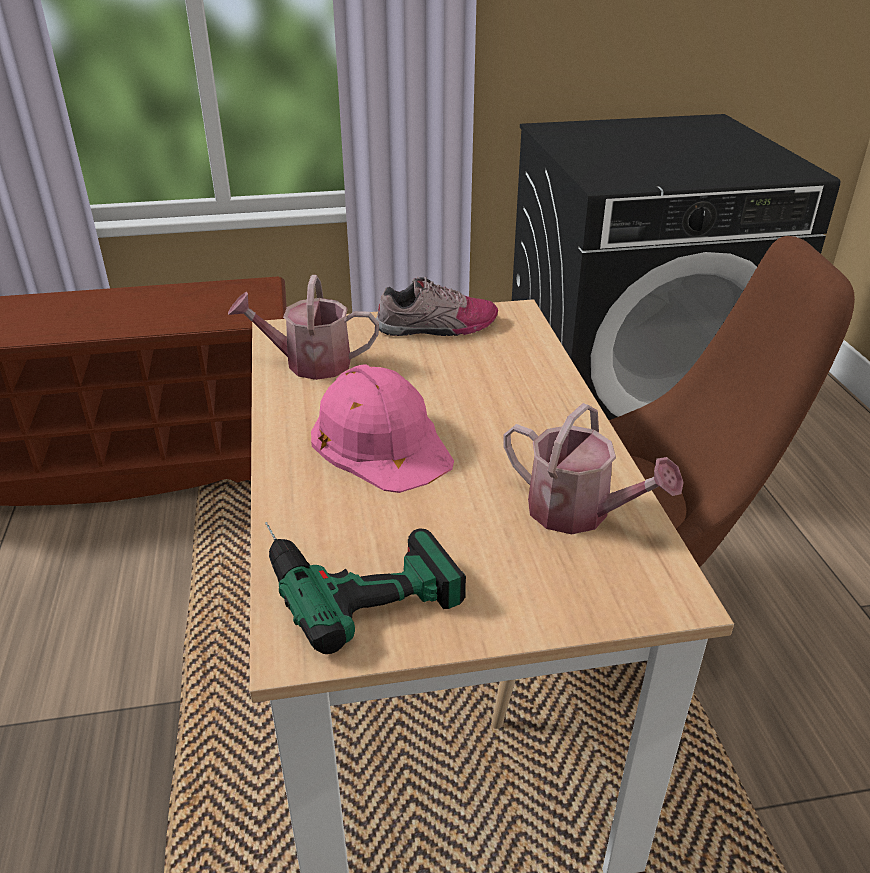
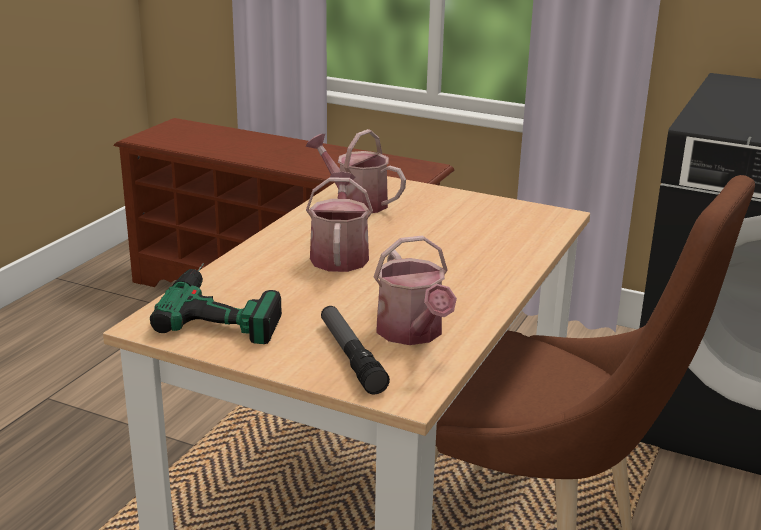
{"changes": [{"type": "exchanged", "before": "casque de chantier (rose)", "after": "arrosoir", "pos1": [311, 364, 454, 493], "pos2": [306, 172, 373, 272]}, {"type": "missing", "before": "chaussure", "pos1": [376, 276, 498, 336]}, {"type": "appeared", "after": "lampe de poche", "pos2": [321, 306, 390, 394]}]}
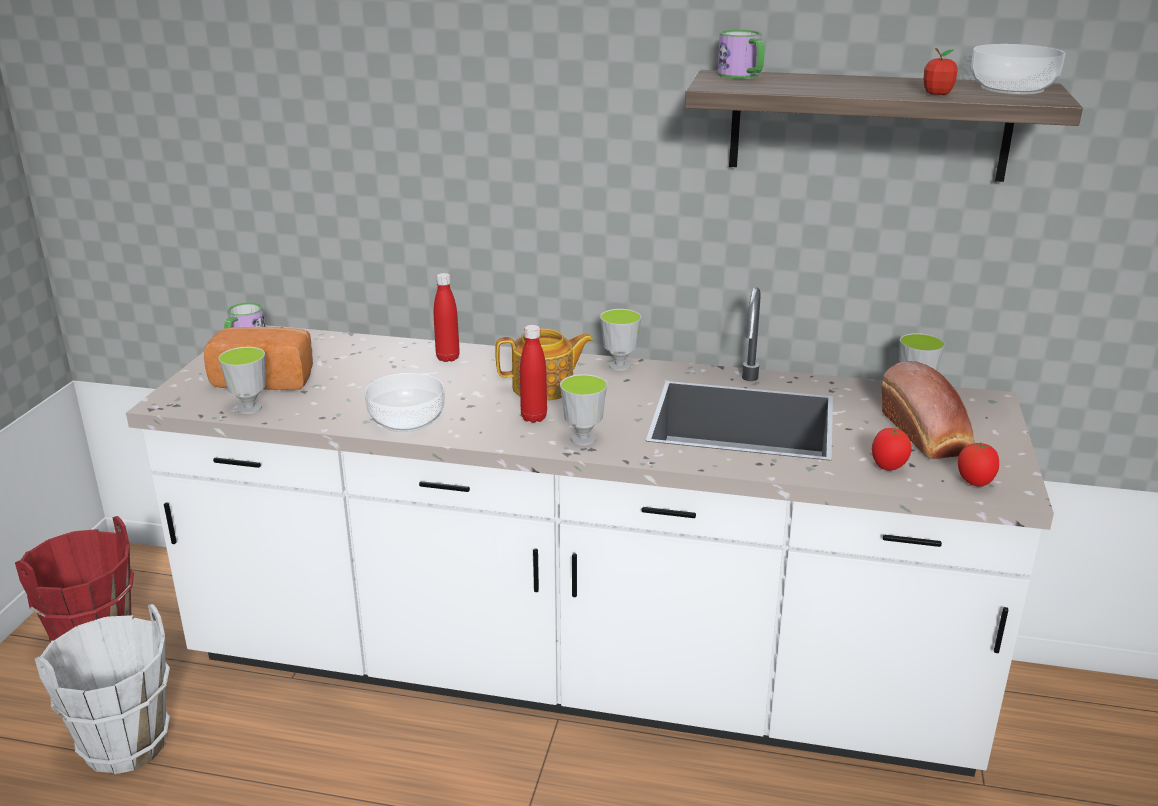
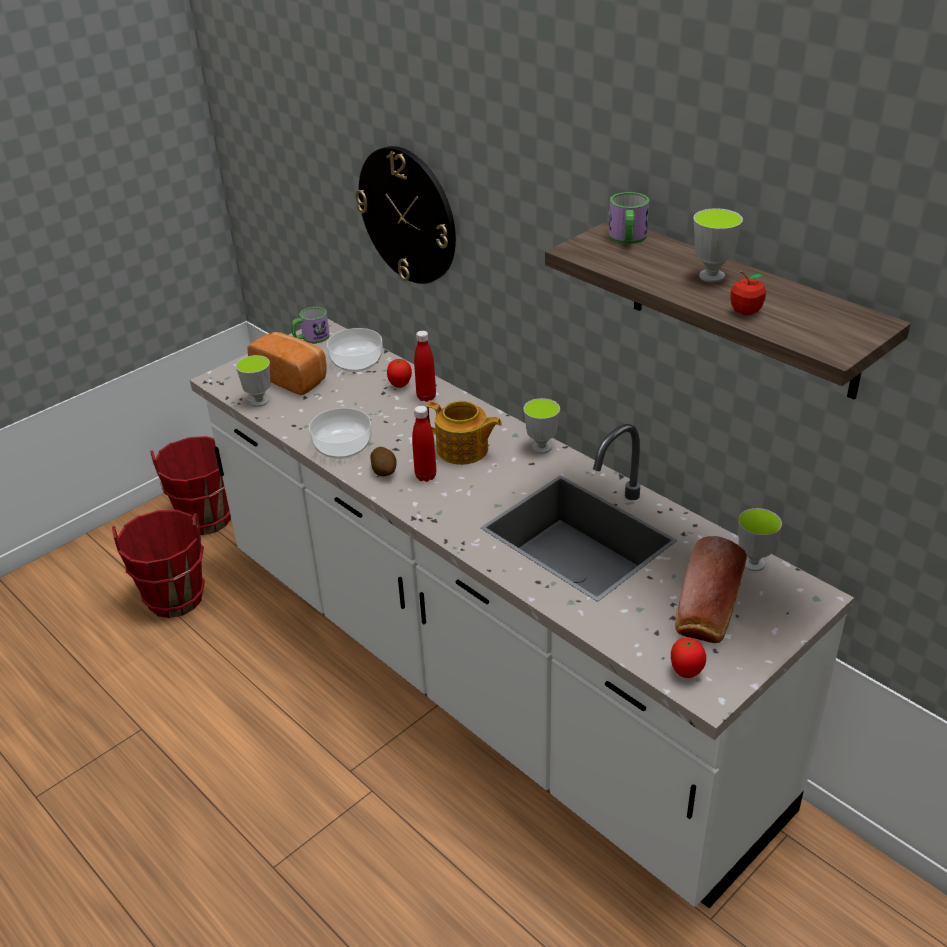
{"changes": [{"type": "colour", "before": "seau (blanc)", "after": "seau (rouge)", "pos1": [35, 604, 170, 774], "pos2": [112, 510, 205, 618]}, {"type": "relocated", "before": "tasse", "pos1": [560, 374, 607, 445], "pos2": [693, 208, 743, 282]}, {"type": "relocated", "before": "tomate", "pos1": [872, 428, 912, 471], "pos2": [387, 359, 412, 388]}, {"type": "relocated", "before": "bol", "pos1": [971, 44, 1065, 95], "pos2": [327, 328, 383, 372]}, {"type": "appeared", "after": "horloge murale", "pos2": [356, 146, 456, 284]}, {"type": "appeared", "after": "pomme de terre", "pos2": [370, 447, 397, 476]}]}
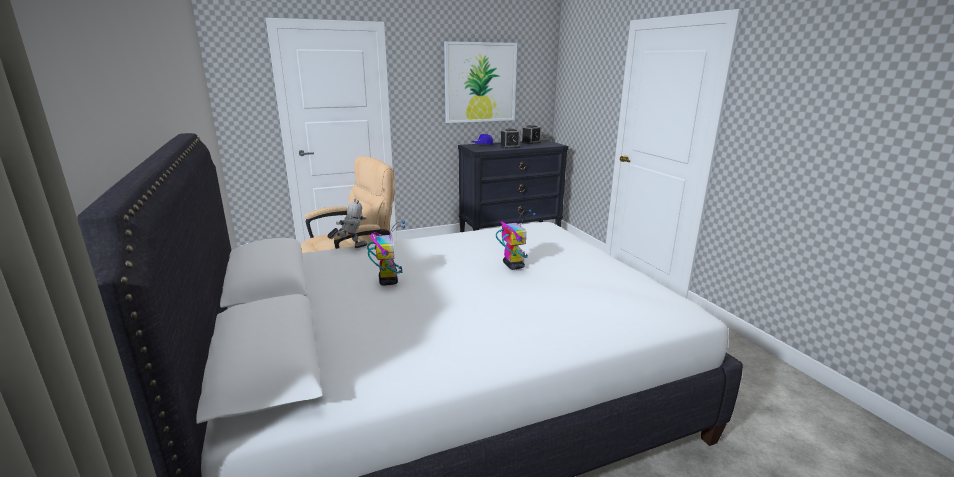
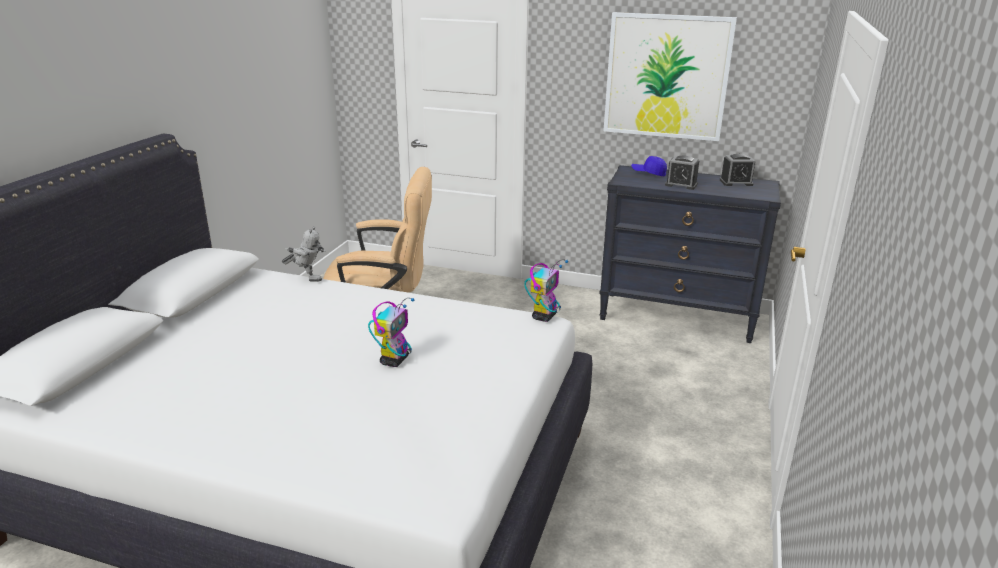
{"changes": [{"type": "relocated", "before": "robot jouet", "pos1": [367, 221, 405, 286], "pos2": [524, 260, 568, 322]}]}
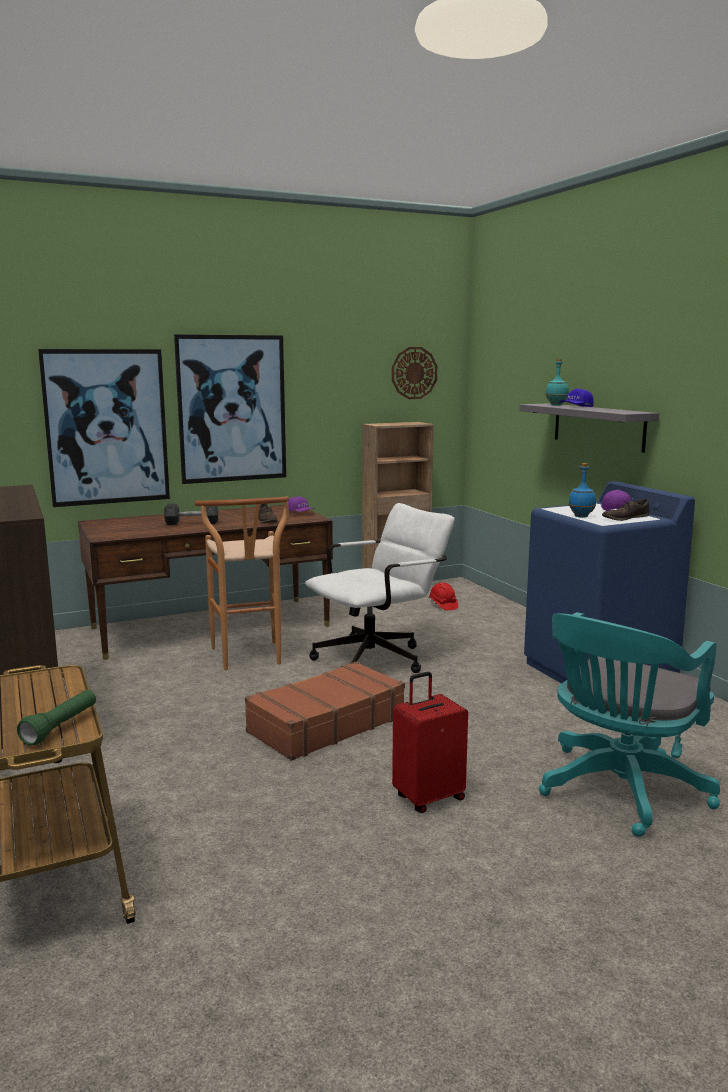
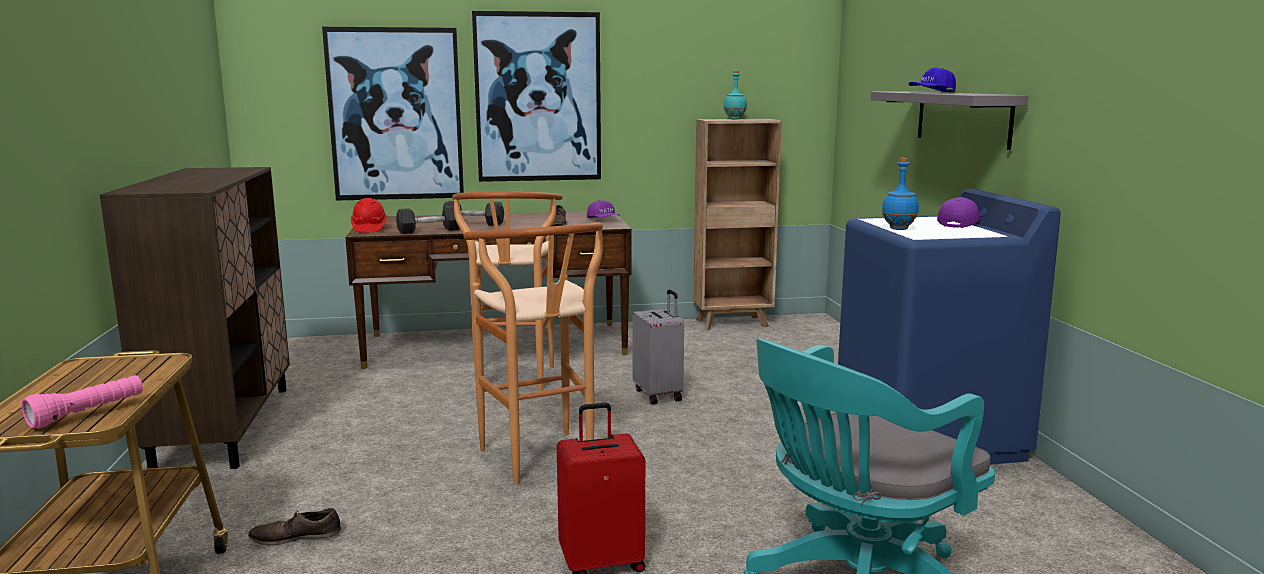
{"changes": [{"type": "colour", "before": "lampe de poche (vert)", "after": "lampe de poche (rose)", "pos1": [17, 690, 96, 745], "pos2": [22, 375, 143, 429]}, {"type": "exchanged", "before": "valise (marron)", "after": "tabouret (marron)", "pos1": [245, 661, 405, 761], "pos2": [463, 222, 603, 483]}, {"type": "exchanged", "before": "chaise de bureau (blanc)", "after": "valise (gris)", "pos1": [305, 503, 454, 673], "pos2": [632, 289, 684, 405]}, {"type": "missing", "before": "horloge murale", "pos1": [392, 347, 437, 399]}, {"type": "relocated", "before": "casque de chantier (rouge)", "pos1": [429, 583, 458, 610], "pos2": [351, 198, 387, 233]}, {"type": "relocated", "before": "bouteille (turquoise)", "pos1": [546, 359, 569, 406], "pos2": [724, 71, 747, 119]}, {"type": "relocated", "before": "chaussure (marron)", "pos1": [602, 499, 649, 521], "pos2": [248, 508, 341, 546]}, {"type": "appeared", "after": "haltère (gris)", "pos2": [396, 206, 460, 234]}]}
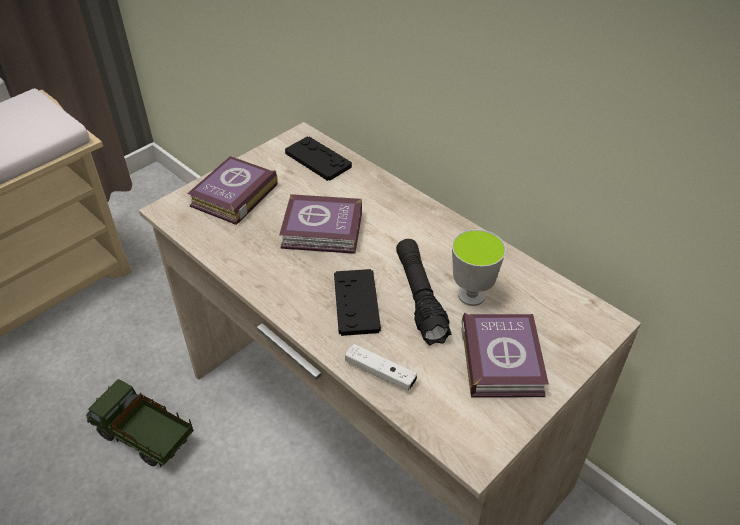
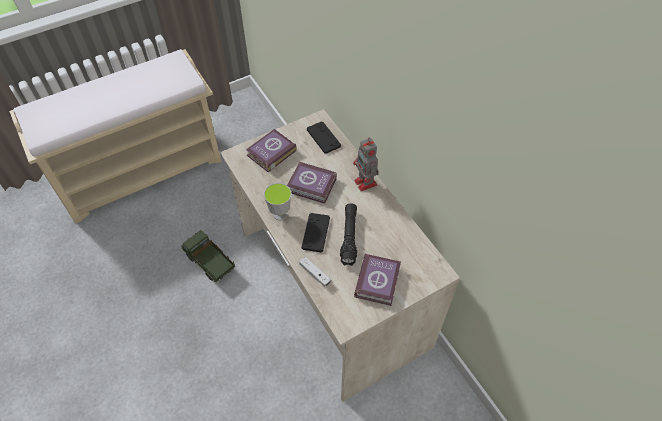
{"changes": [{"type": "relocated", "before": "tasse", "pos1": [452, 229, 506, 306], "pos2": [264, 183, 291, 220]}, {"type": "appeared", "after": "robot jouet", "pos2": [353, 137, 379, 191]}]}
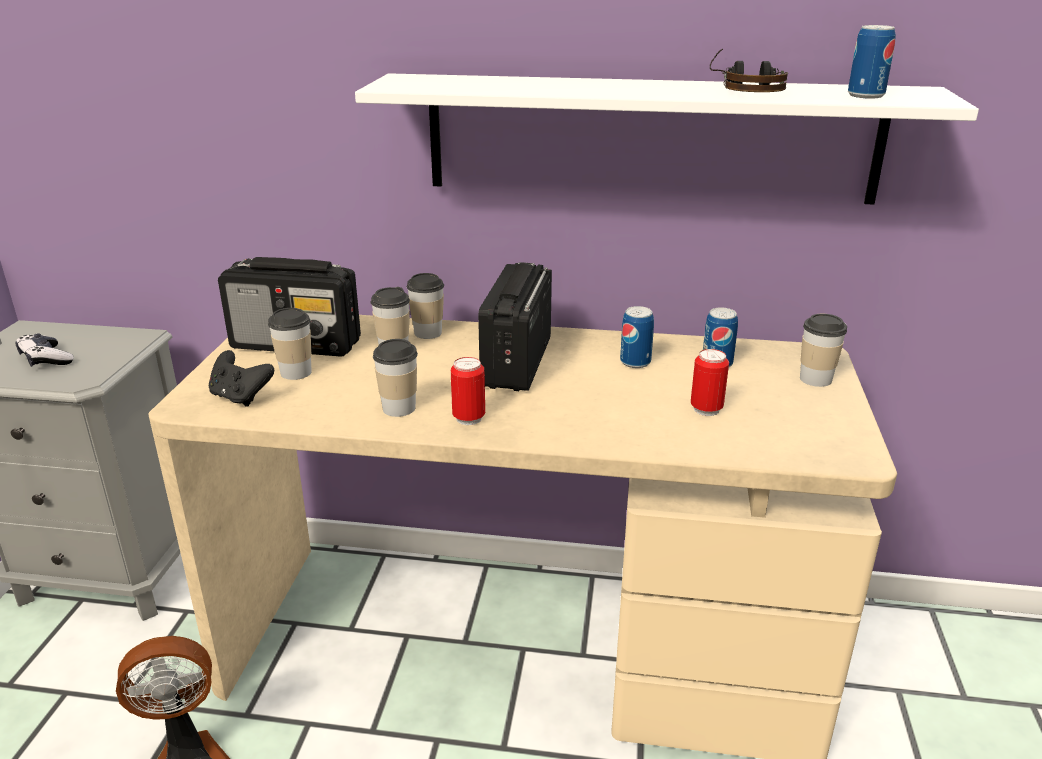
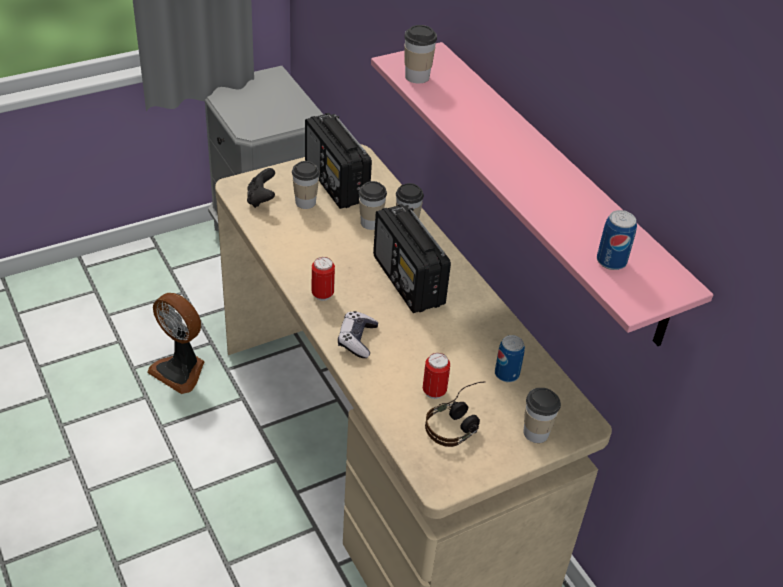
{"changes": [{"type": "relocated", "before": "manette", "pos1": [16, 333, 74, 367], "pos2": [338, 311, 379, 358]}, {"type": "colour", "before": "étagère (blanc)", "after": "étagère (rose)", "pos1": [355, 73, 979, 205], "pos2": [371, 42, 713, 346]}, {"type": "relocated", "before": "tasse", "pos1": [373, 339, 418, 417], "pos2": [404, 25, 437, 83]}, {"type": "spun", "before": "radio", "pos1": [478, 262, 552, 391], "pos2": [373, 204, 451, 313], "turn": -90}, {"type": "missing", "before": "boîte métallique", "pos1": [620, 306, 654, 368]}, {"type": "relocated", "before": "casque audio", "pos1": [709, 49, 788, 92], "pos2": [425, 382, 484, 447]}]}
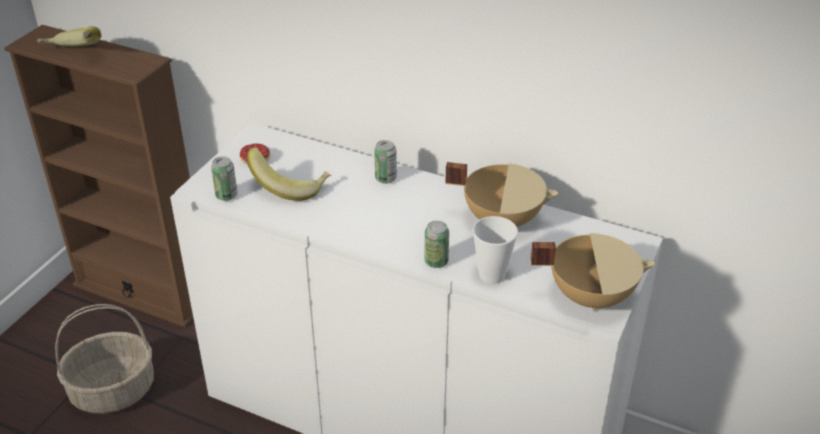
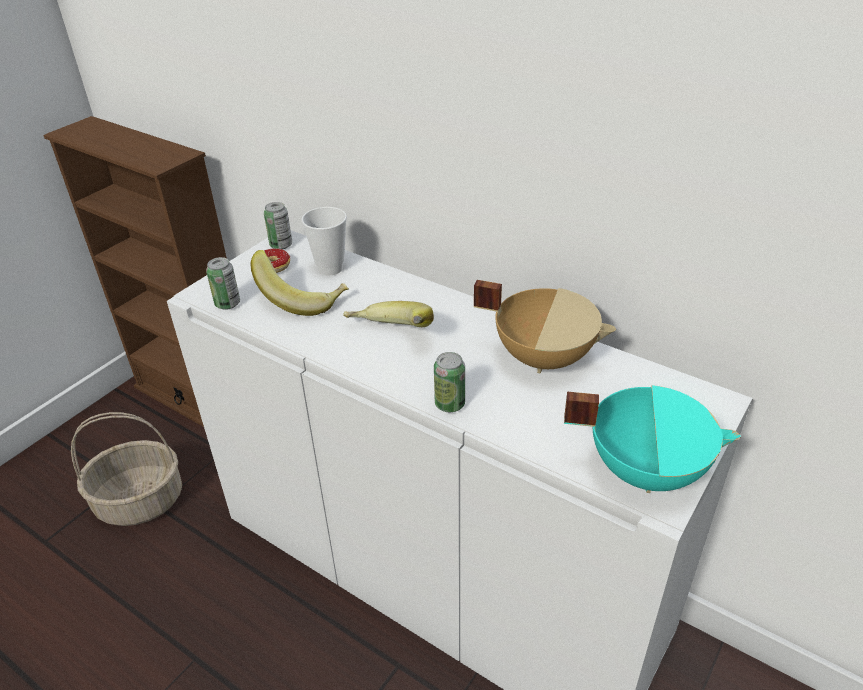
{"changes": [{"type": "relocated", "before": "banane", "pos1": [37, 26, 101, 46], "pos2": [343, 301, 434, 327]}, {"type": "relocated", "before": "boîte métallique", "pos1": [374, 140, 397, 184], "pos2": [264, 202, 292, 249]}, {"type": "relocated", "before": "tasse", "pos1": [473, 216, 518, 284], "pos2": [301, 207, 347, 275]}, {"type": "colour", "before": "marmite (beige)", "after": "marmite (turquoise)", "pos1": [531, 233, 655, 311], "pos2": [564, 385, 741, 493]}]}
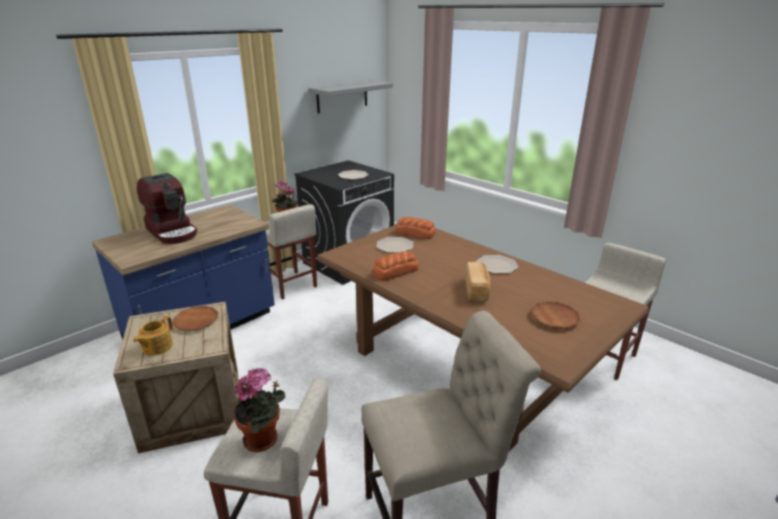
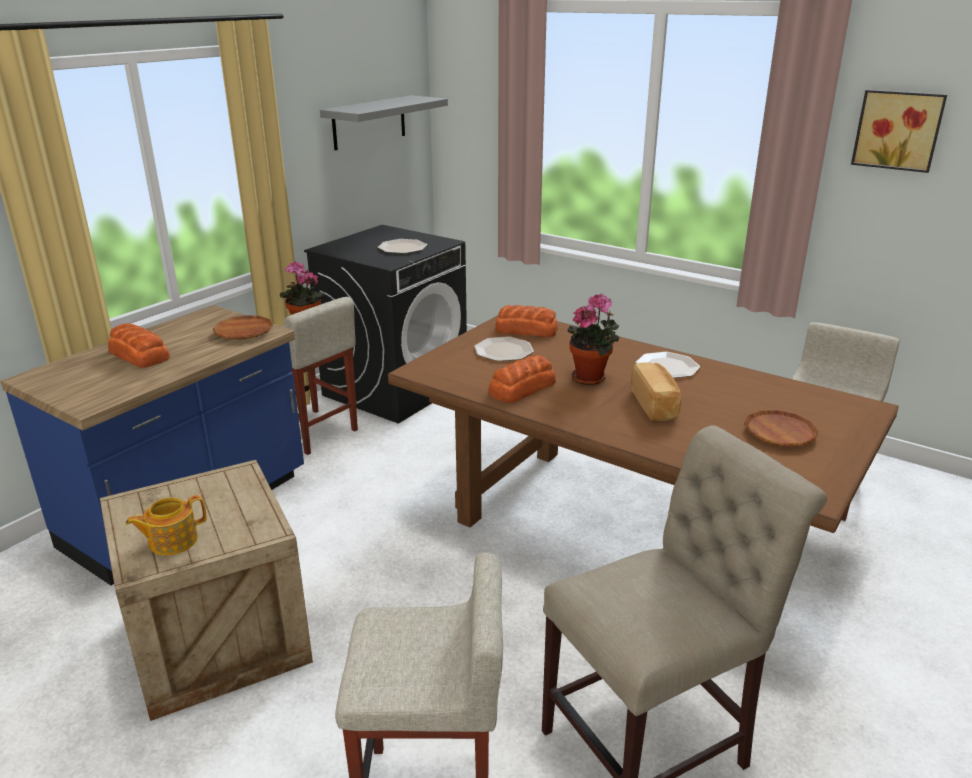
{"changes": [{"type": "spun", "before": "théière", "pos1": [134, 316, 173, 356], "pos2": [126, 495, 207, 555], "turn": 45}, {"type": "exchanged", "before": "machine à café", "after": "pain", "pos1": [137, 173, 197, 244], "pos2": [108, 323, 170, 368]}, {"type": "relocated", "before": "assiette (marron)", "pos1": [172, 306, 218, 331], "pos2": [213, 315, 273, 339]}, {"type": "relocated", "before": "plante en pot", "pos1": [234, 367, 285, 452], "pos2": [568, 293, 619, 385]}, {"type": "appeared", "after": "tableau", "pos2": [851, 90, 947, 173]}]}
